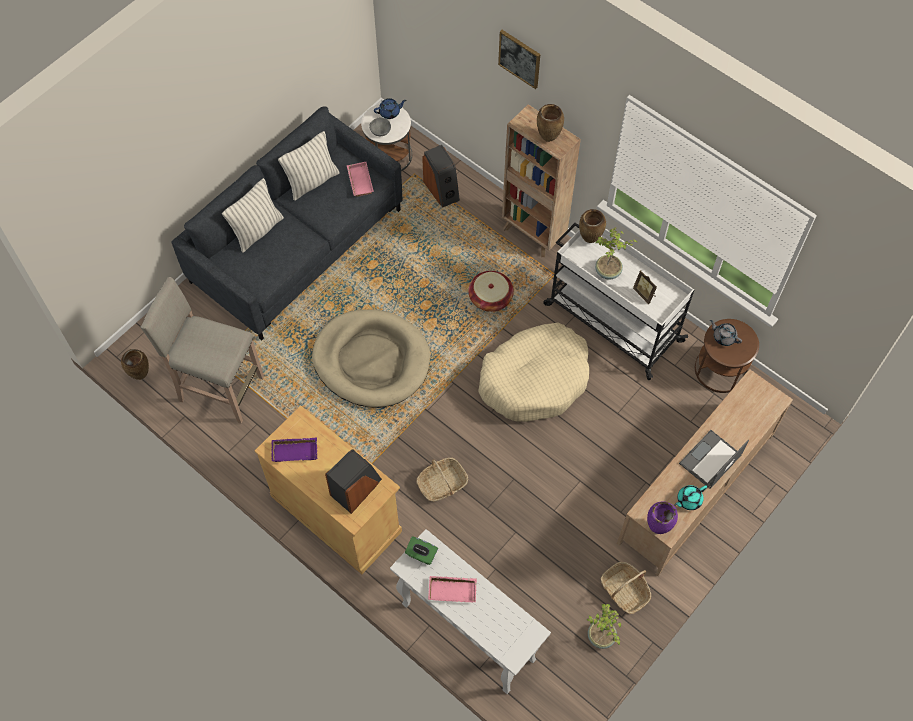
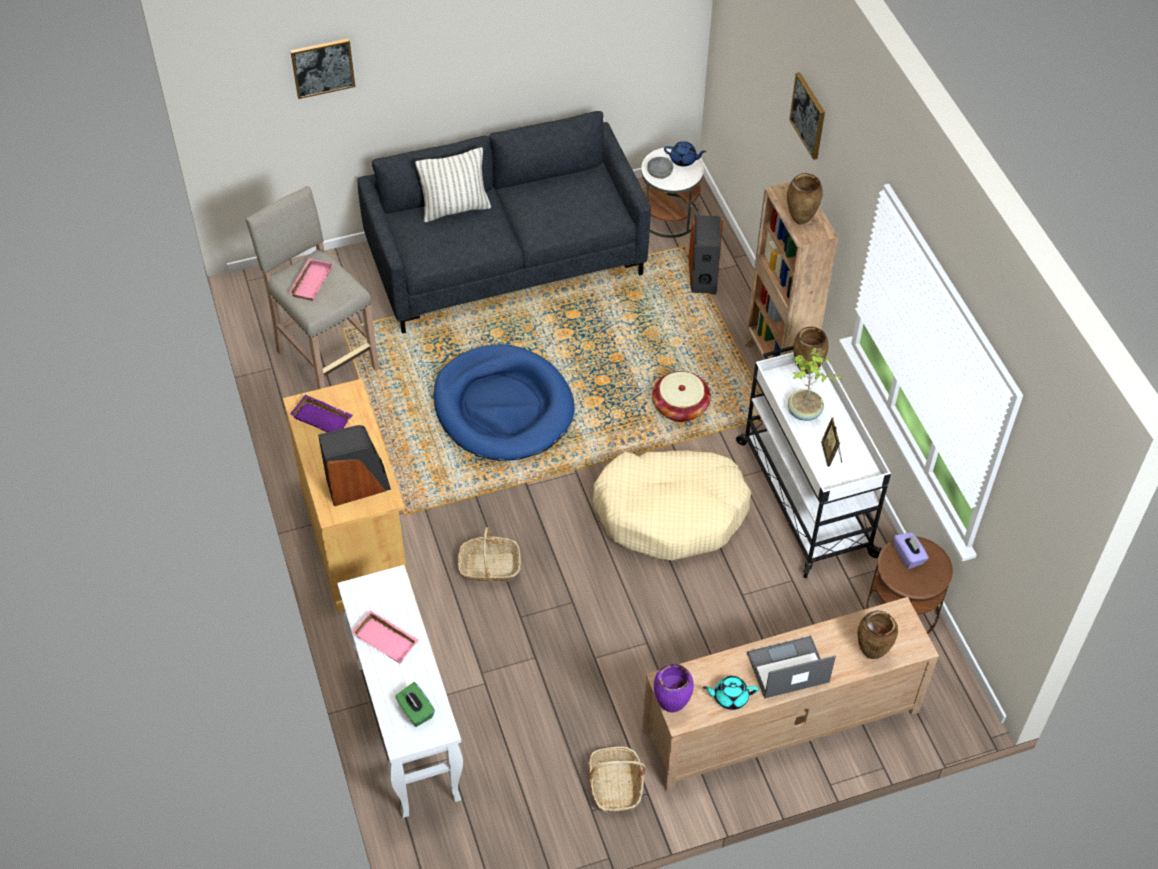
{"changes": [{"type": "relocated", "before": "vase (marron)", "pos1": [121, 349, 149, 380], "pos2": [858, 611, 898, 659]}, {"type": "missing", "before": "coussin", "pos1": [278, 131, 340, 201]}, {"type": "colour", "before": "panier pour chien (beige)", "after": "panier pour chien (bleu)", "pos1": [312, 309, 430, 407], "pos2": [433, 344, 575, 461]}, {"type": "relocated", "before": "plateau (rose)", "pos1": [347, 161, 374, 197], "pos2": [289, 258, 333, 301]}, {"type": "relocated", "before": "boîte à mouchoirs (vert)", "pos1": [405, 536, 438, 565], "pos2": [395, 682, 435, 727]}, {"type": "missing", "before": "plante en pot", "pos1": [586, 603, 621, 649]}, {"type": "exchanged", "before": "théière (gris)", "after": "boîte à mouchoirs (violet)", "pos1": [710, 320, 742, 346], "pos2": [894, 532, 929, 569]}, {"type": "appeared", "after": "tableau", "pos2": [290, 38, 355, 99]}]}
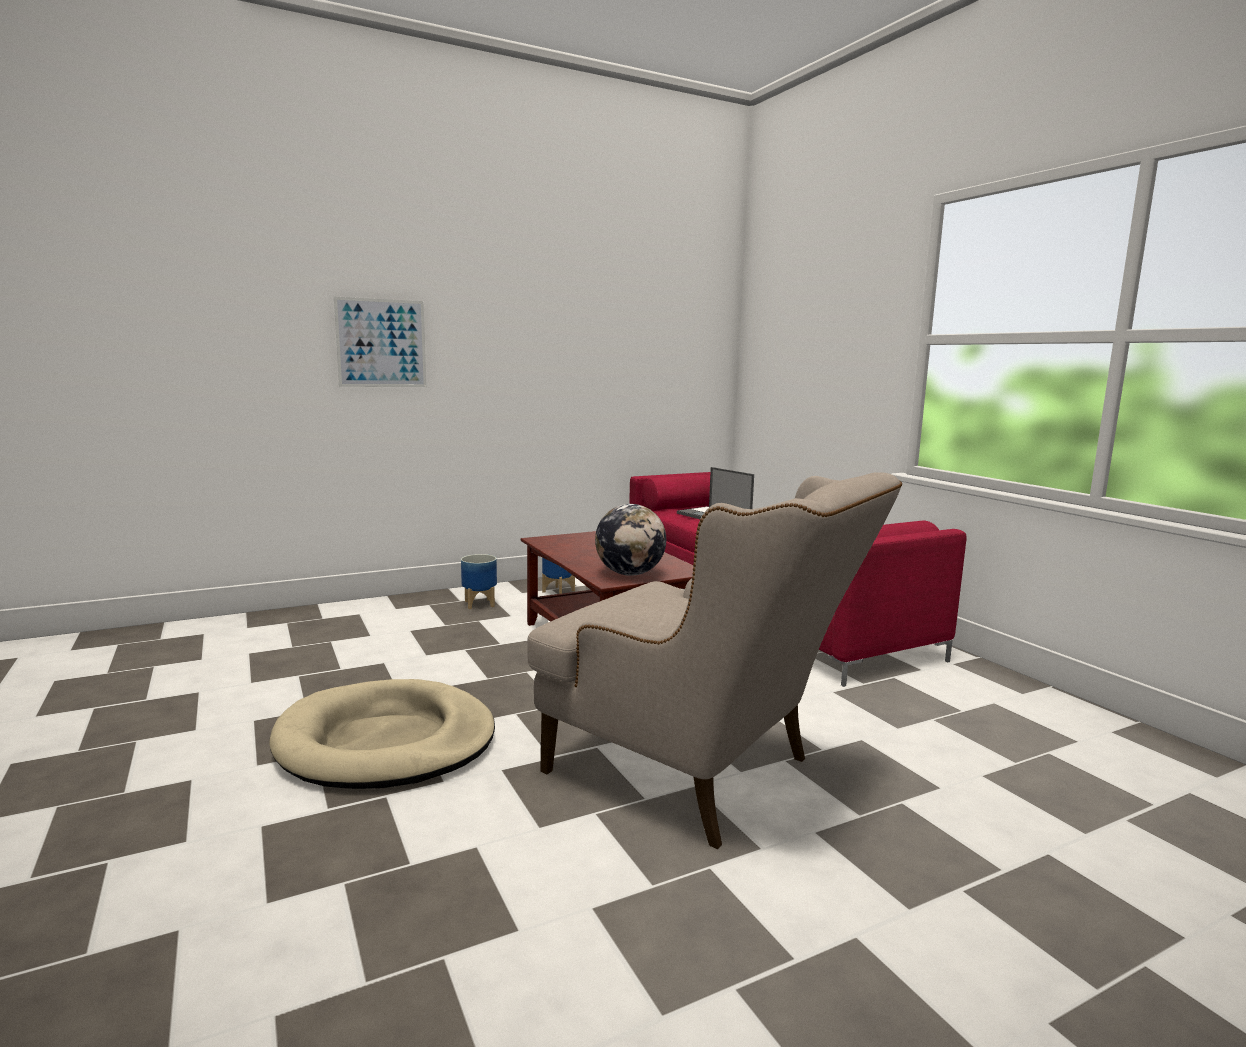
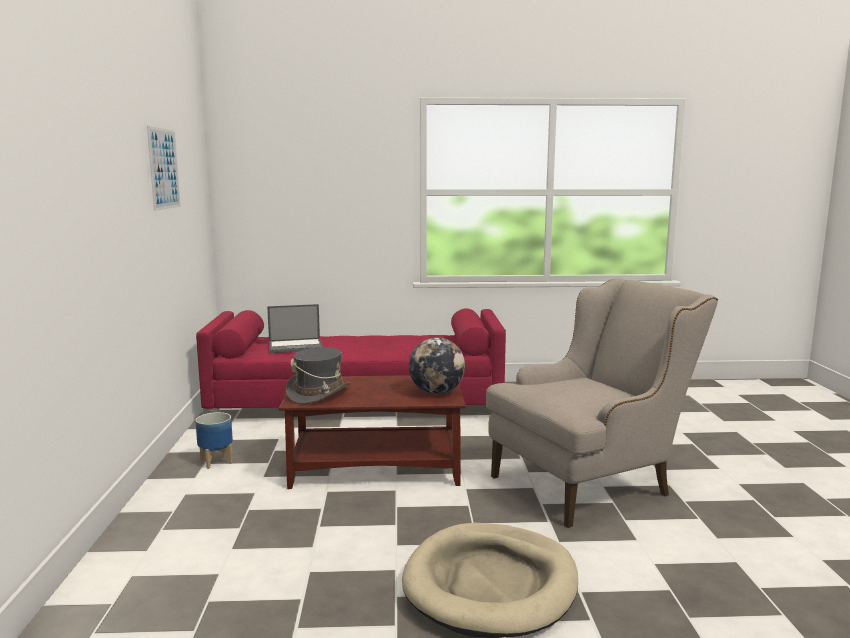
{"changes": [{"type": "relocated", "before": "tableau", "pos1": [334, 297, 427, 387], "pos2": [147, 126, 181, 211]}, {"type": "missing", "before": "cache-pot", "pos1": [461, 554, 497, 609]}, {"type": "appeared", "after": "chapeau (gris)", "pos2": [286, 347, 351, 405]}]}
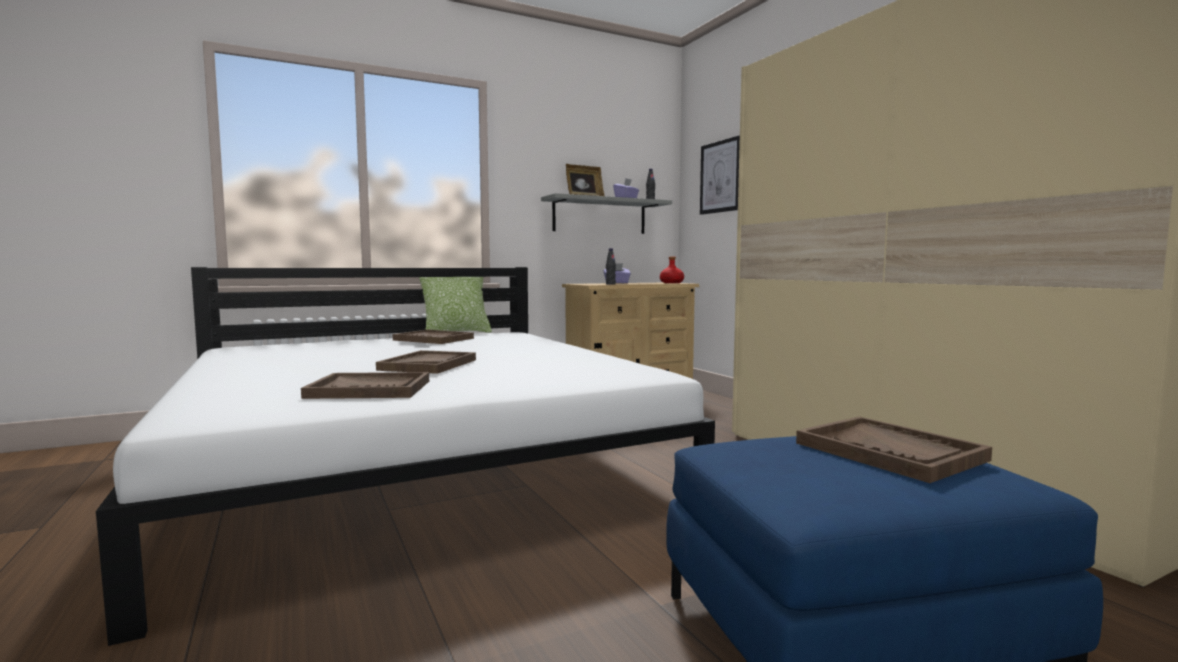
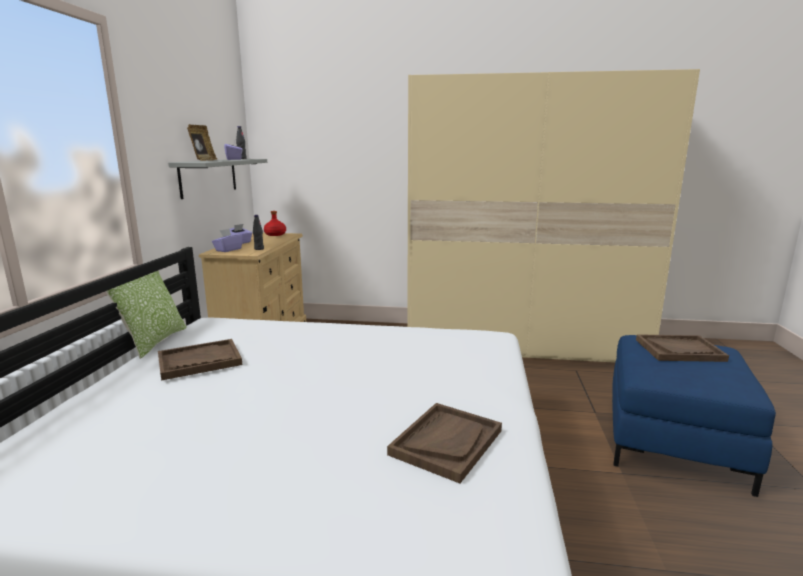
{"changes": [{"type": "missing", "before": "plateau (marron)", "pos1": [376, 350, 476, 374]}, {"type": "missing", "before": "tableau", "pos1": [700, 135, 740, 215]}, {"type": "appeared", "after": "boîte à mouchoirs (violet)", "pos2": [212, 229, 243, 252]}]}
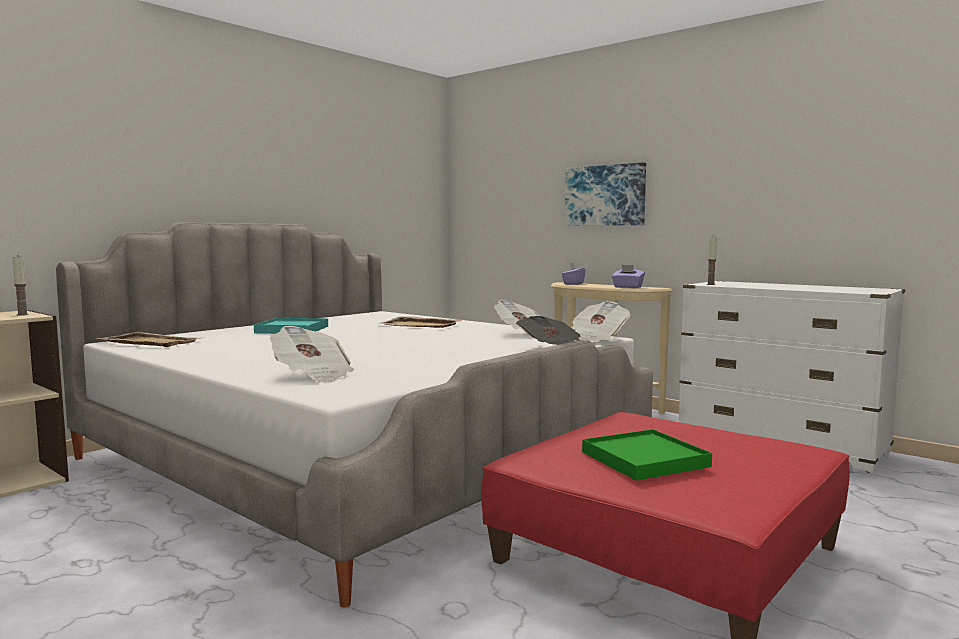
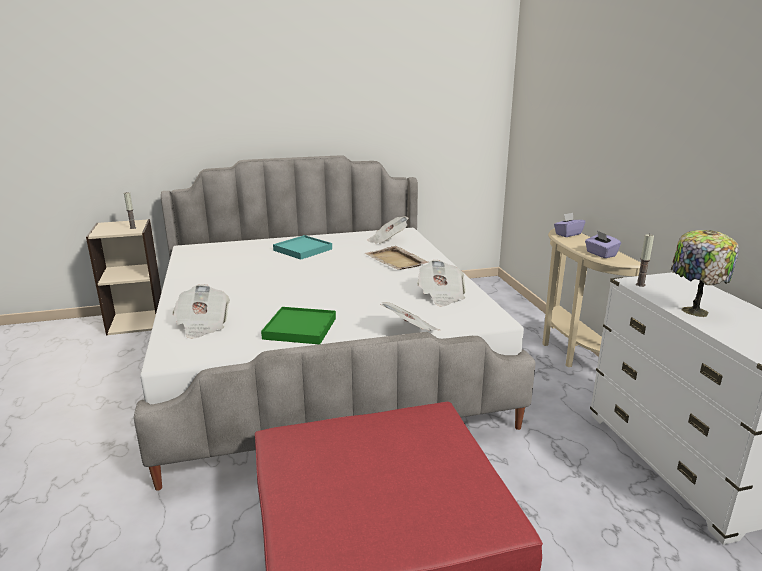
{"changes": [{"type": "missing", "before": "plateau (beige)", "pos1": [95, 332, 201, 347]}, {"type": "missing", "before": "tableau", "pos1": [565, 162, 646, 226]}, {"type": "relocated", "before": "journal", "pos1": [571, 301, 630, 341], "pos2": [368, 216, 409, 244]}, {"type": "relocated", "before": "plateau (vert)", "pos1": [582, 429, 712, 481], "pos2": [261, 307, 336, 344]}, {"type": "appeared", "after": "lampe de table", "pos2": [671, 230, 739, 317]}]}
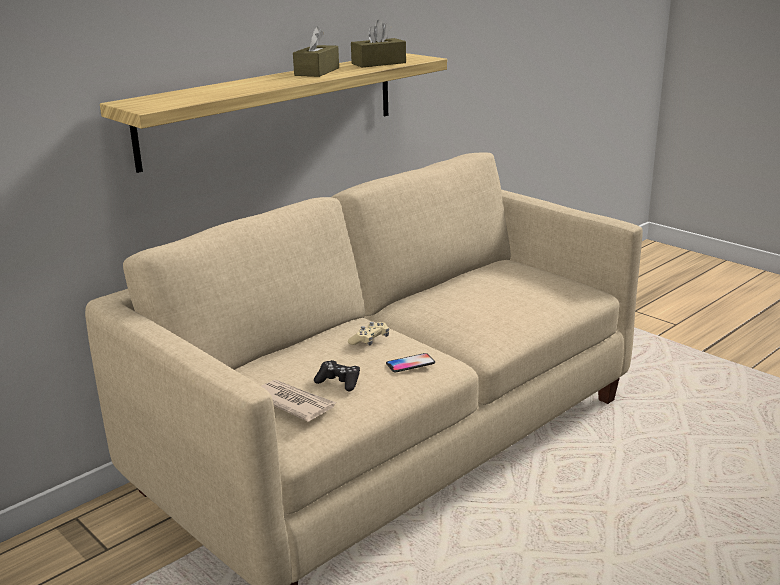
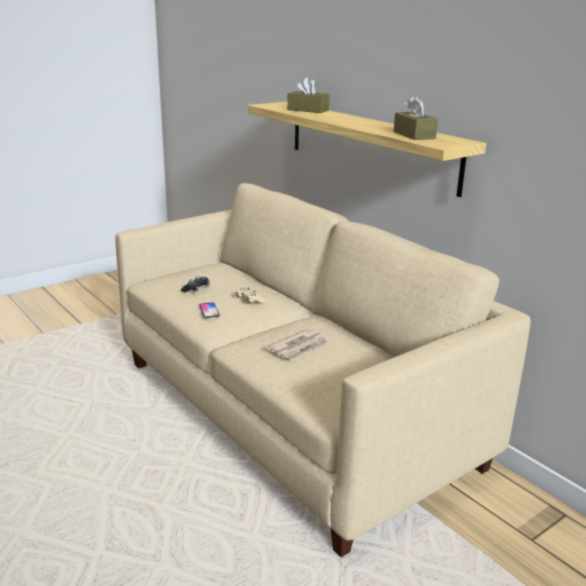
{"changes": [{"type": "relocated", "before": "journal", "pos1": [261, 380, 336, 422], "pos2": [267, 328, 329, 360]}, {"type": "relocated", "before": "boîte à mouchoirs (marron)", "pos1": [293, 26, 339, 77], "pos2": [287, 77, 330, 113]}]}
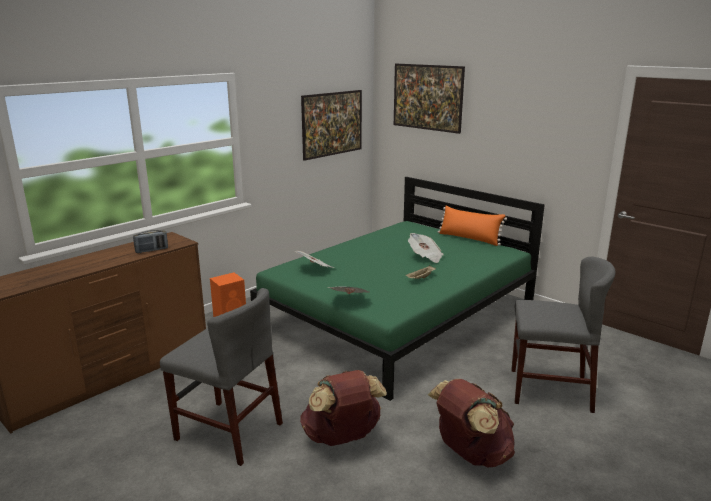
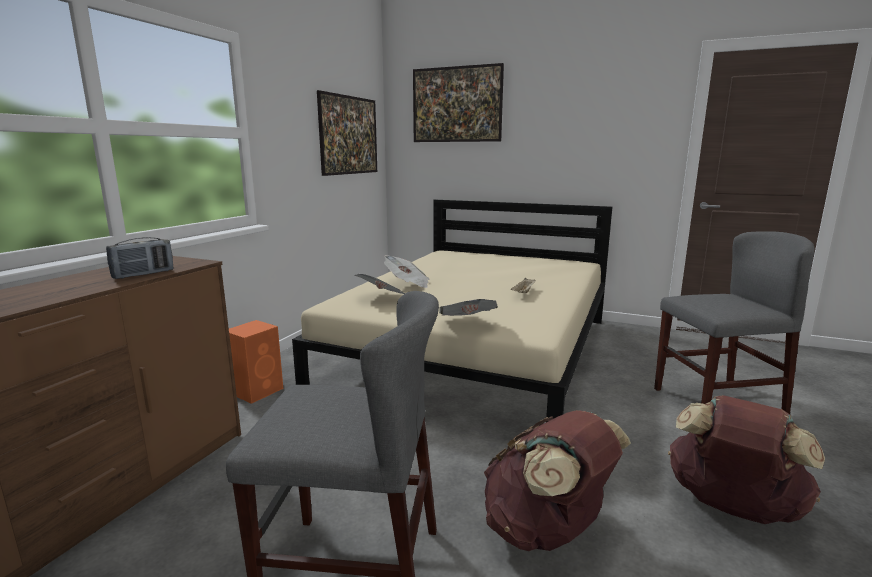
{"changes": [{"type": "colour", "before": "lit (vert)", "after": "lit (beige)", "pos1": [250, 177, 545, 401], "pos2": [292, 200, 612, 422]}, {"type": "relocated", "before": "journal", "pos1": [408, 233, 444, 263], "pos2": [384, 255, 430, 288]}, {"type": "missing", "before": "coussin (orange)", "pos1": [438, 206, 507, 246]}]}
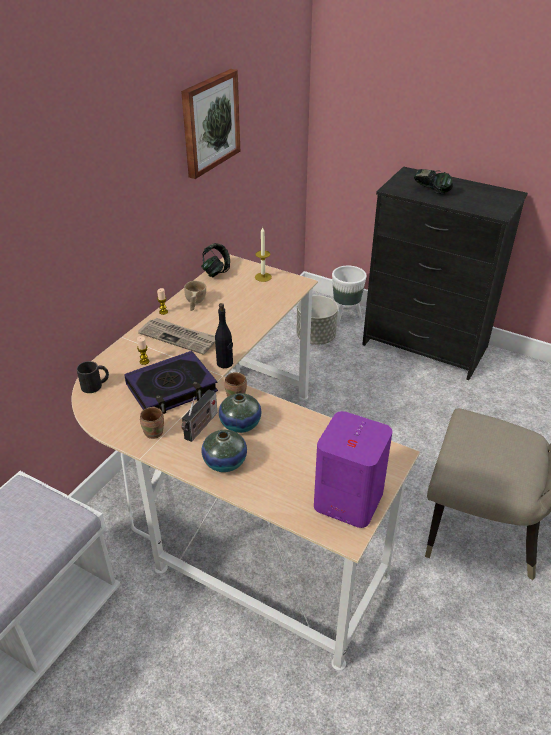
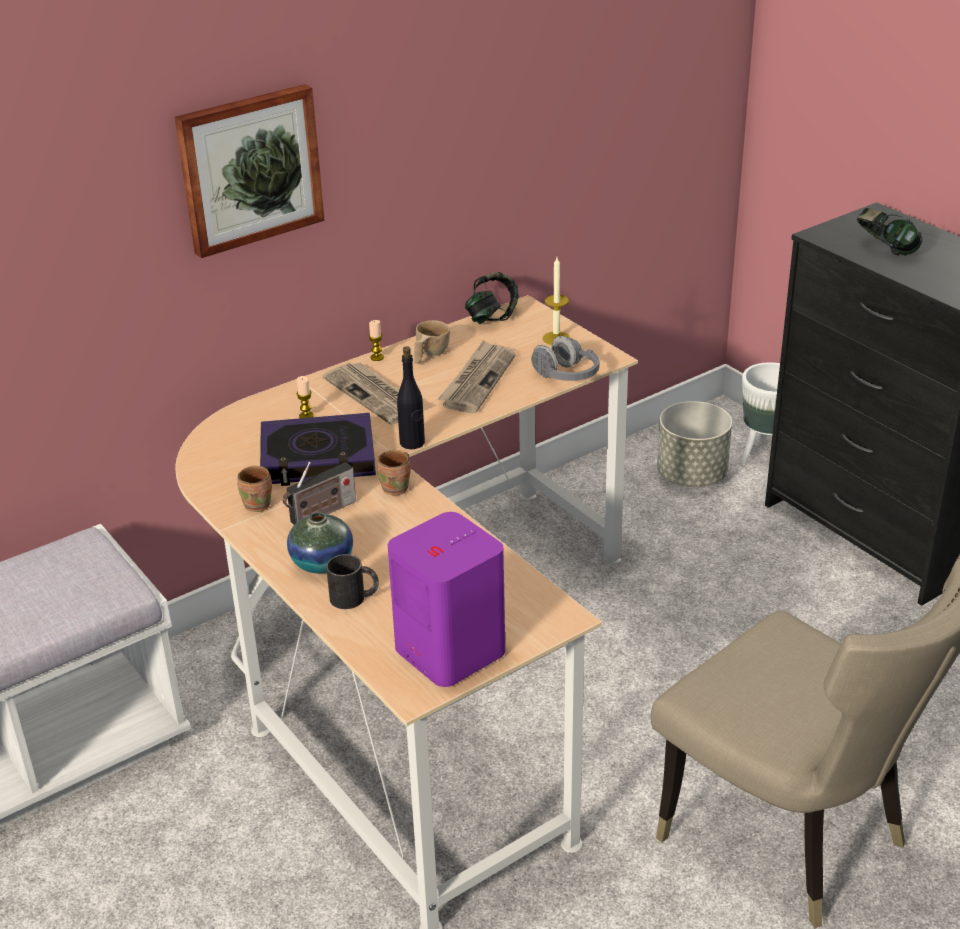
{"changes": [{"type": "relocated", "before": "mug (noir)", "pos1": [76, 361, 109, 393], "pos2": [326, 554, 379, 609]}, {"type": "relocated", "before": "tableau", "pos1": [181, 69, 240, 179], "pos2": [175, 84, 325, 258]}, {"type": "missing", "before": "vase", "pos1": [219, 393, 261, 433]}, {"type": "appeared", "after": "journal", "pos2": [438, 340, 516, 413]}, {"type": "appeared", "after": "casque audio (gris)", "pos2": [531, 336, 600, 381]}]}
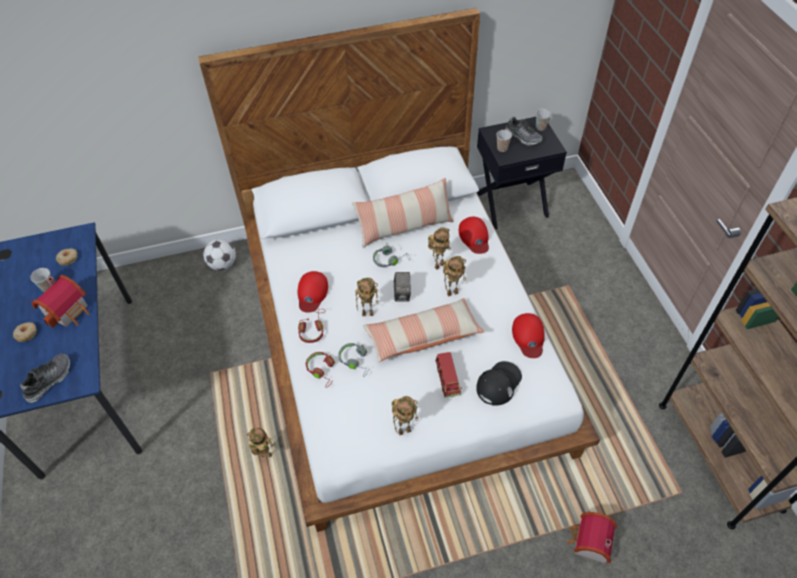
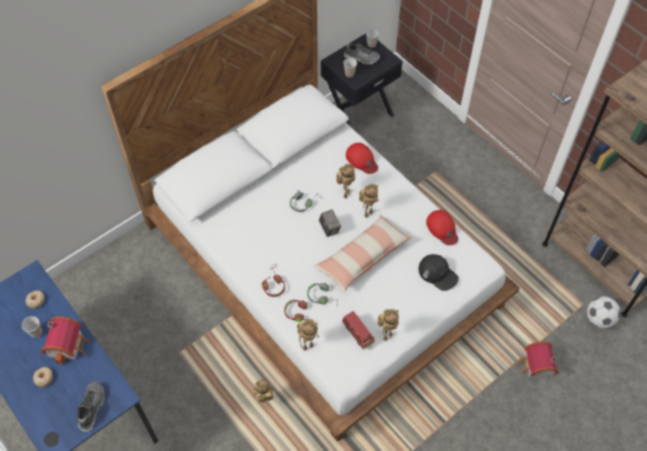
{"changes": [{"type": "relocated", "before": "ballon de foot", "pos1": [203, 239, 236, 270], "pos2": [587, 297, 621, 329]}, {"type": "missing", "before": "casquette (rouge)", "pos1": [298, 271, 328, 313]}, {"type": "missing", "before": "coussin", "pos1": [352, 178, 454, 248]}, {"type": "relocated", "before": "robot jouet", "pos1": [355, 278, 378, 316], "pos2": [297, 319, 319, 351]}, {"type": "relocated", "before": "petite voiture (rouge)", "pos1": [435, 352, 462, 398], "pos2": [342, 311, 375, 350]}, {"type": "spun", "before": "casquette (noir)", "pos1": [476, 361, 522, 406], "pos2": [419, 254, 459, 291], "turn": 120}]}
